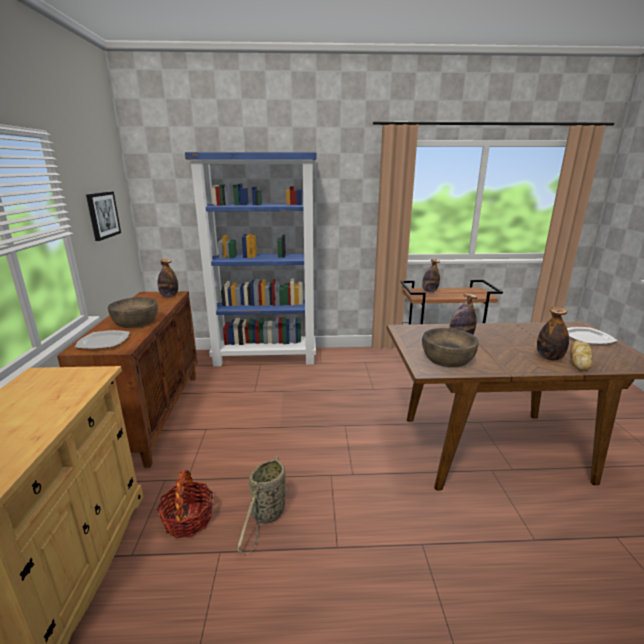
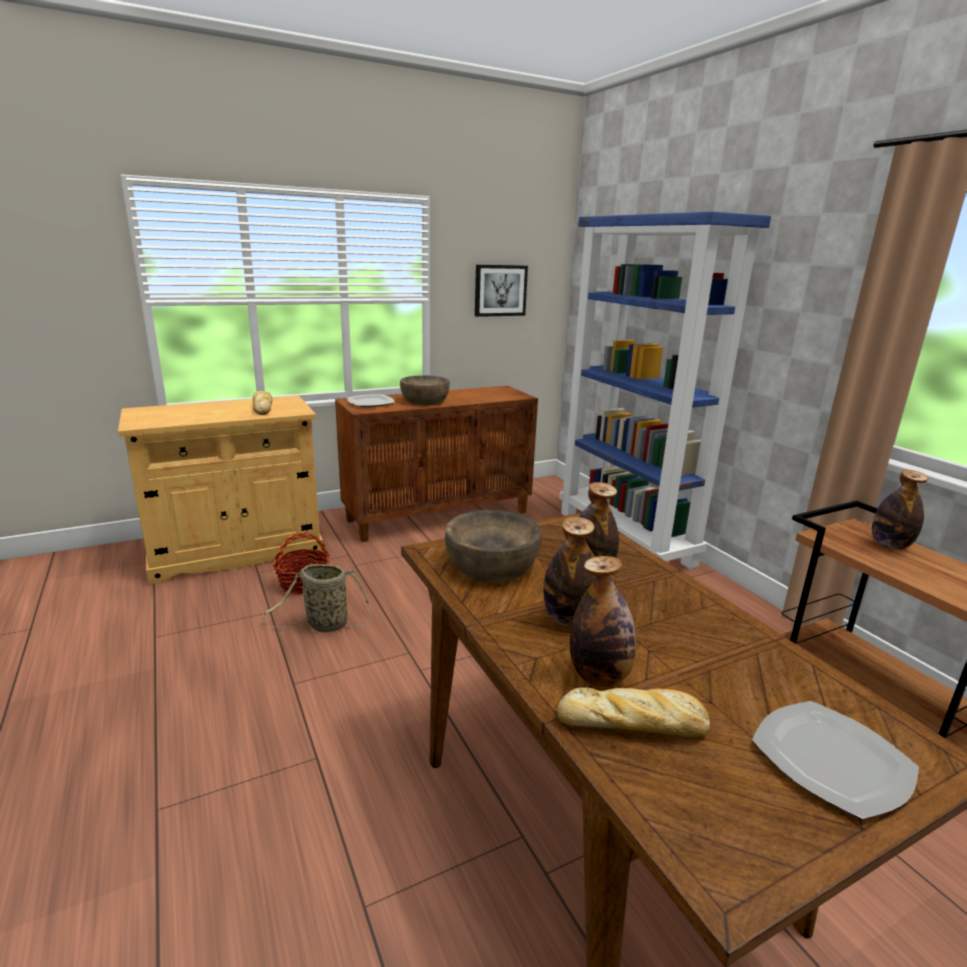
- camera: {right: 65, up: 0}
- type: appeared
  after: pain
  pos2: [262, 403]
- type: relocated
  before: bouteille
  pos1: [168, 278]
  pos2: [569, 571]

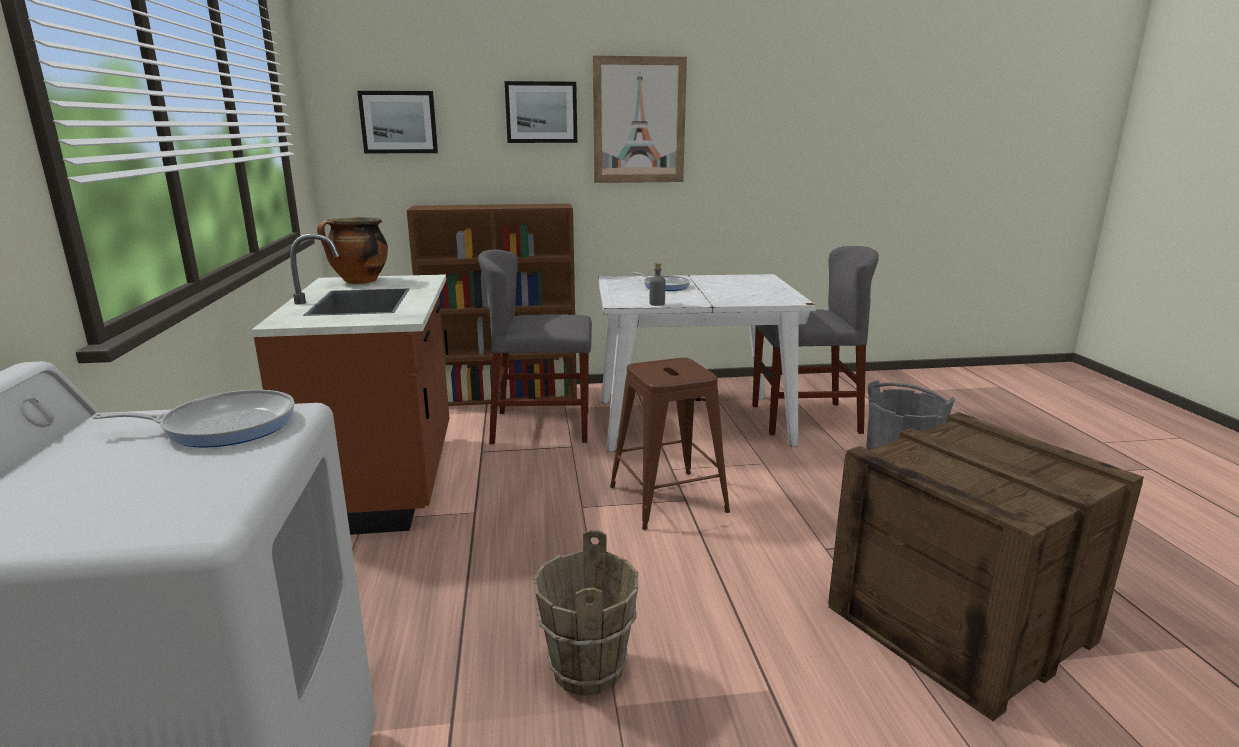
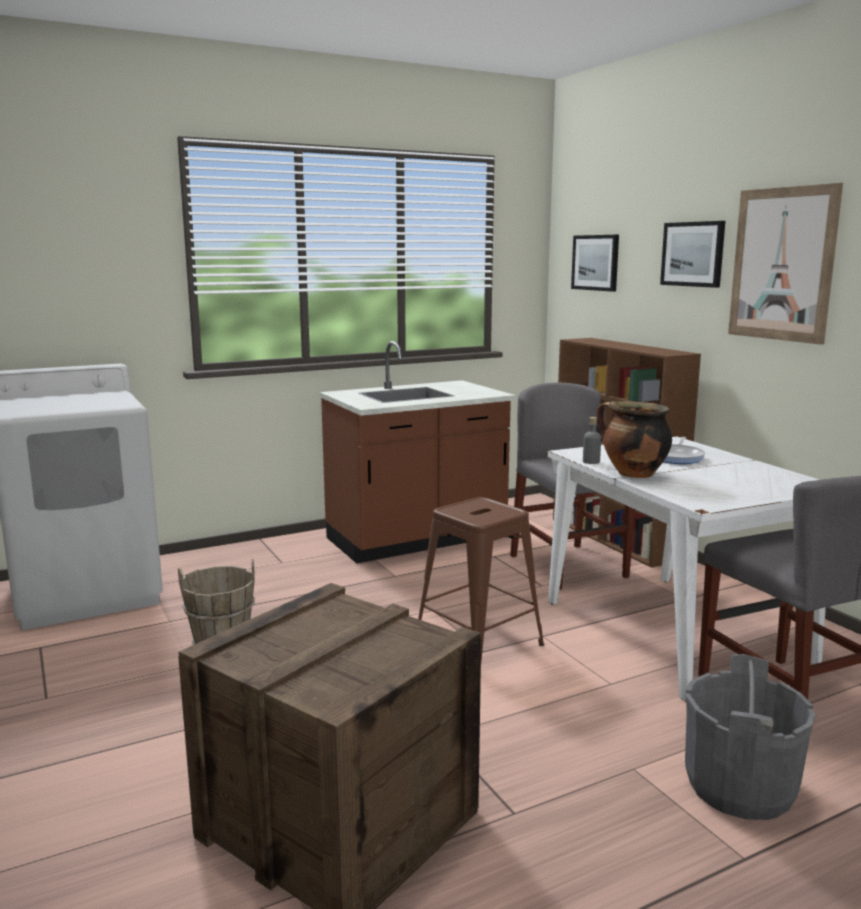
- camera: {right: 70, up: -5}
- type: relocated
  before: marmite
  pos1: [352, 250]
  pos2: [634, 439]
- type: missing
  before: poêle
  pos1: [193, 419]

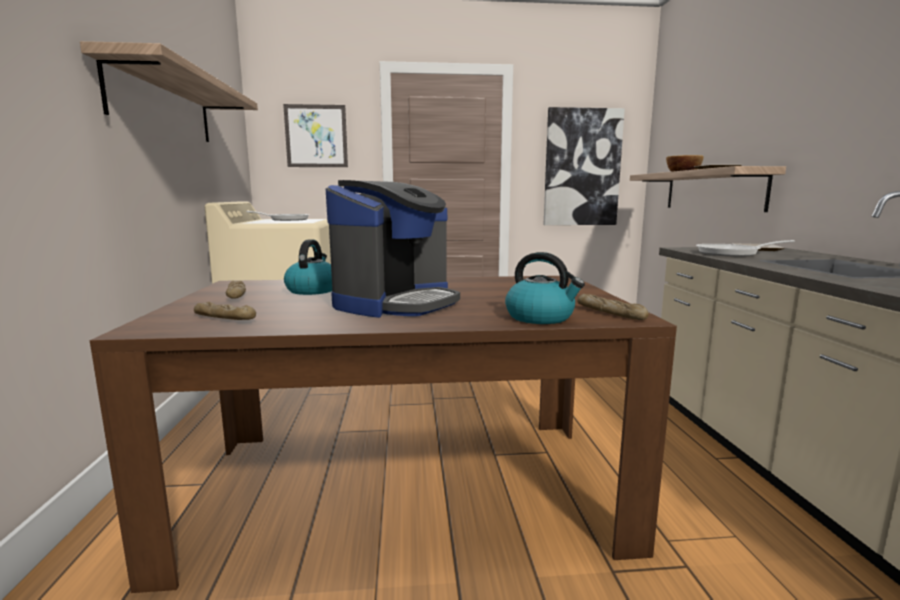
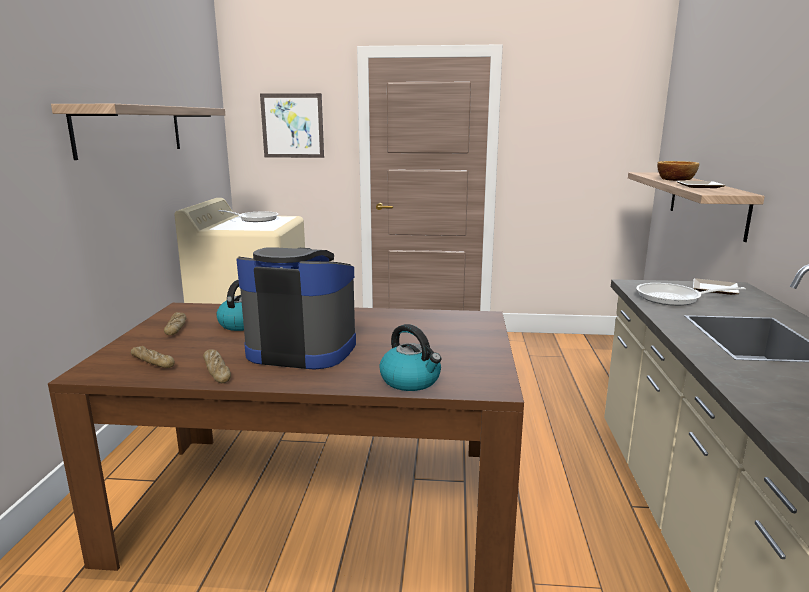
- camera: {right: 10, up: 5}
- type: relocated
  before: pain
  pos1: [613, 307]
  pos2: [217, 366]
- type: spun
  before: machine à café
  pos1: [393, 249]
  pos2: [296, 308]
  turn: -120
- type: missing
  before: tableau
  pos1: [584, 166]

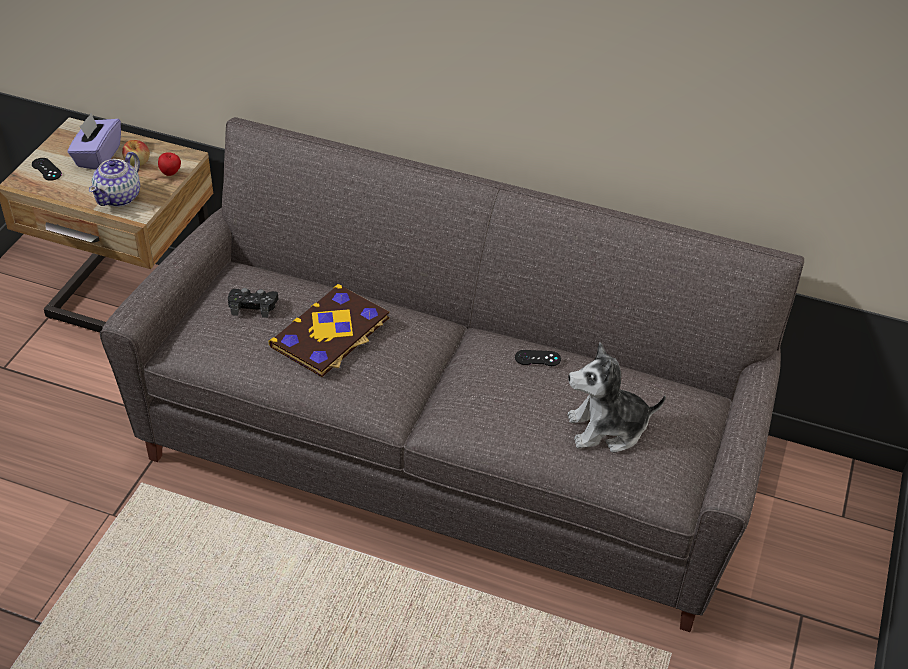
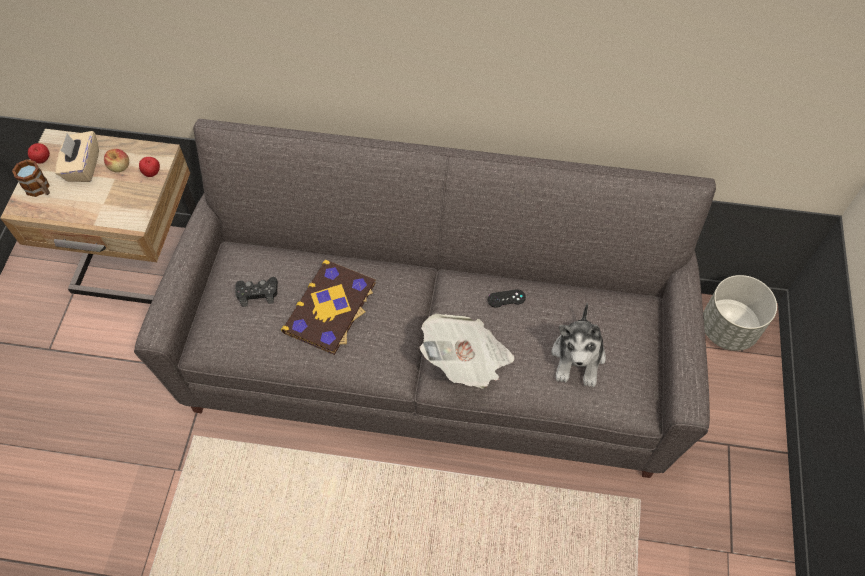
- camera: {right: -10, up: 15}
- type: exchanged
  before: manette/noir
  after: mug
  pos1: [47, 169]
  pos2: [31, 178]
- type: appeared
  after: pomme
  pos2: [39, 153]
- type: colour
  before: boîte à mouchoirs/violet
  after: boîte à mouchoirs/beige
  pos1: [94, 141]
  pos2: [77, 156]
- type: appeared
  after: journal
  pos2: [466, 351]
- type: spun
  before: peluche
  pos1: [616, 398]
  pos2: [579, 345]
  turn: -60
- type: appeared
  after: cache-pot/gris
  pos2: [740, 313]
- type: missing
  before: théière
  pos1: [114, 179]

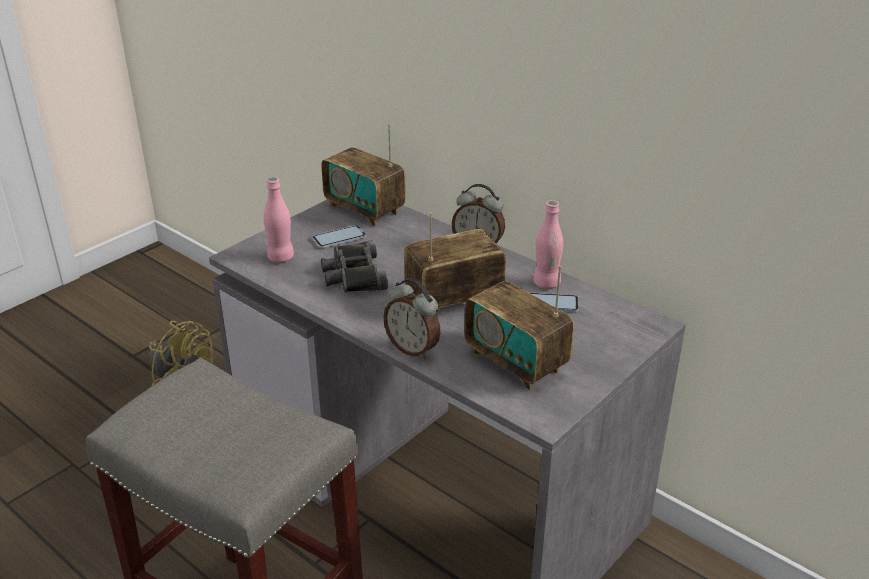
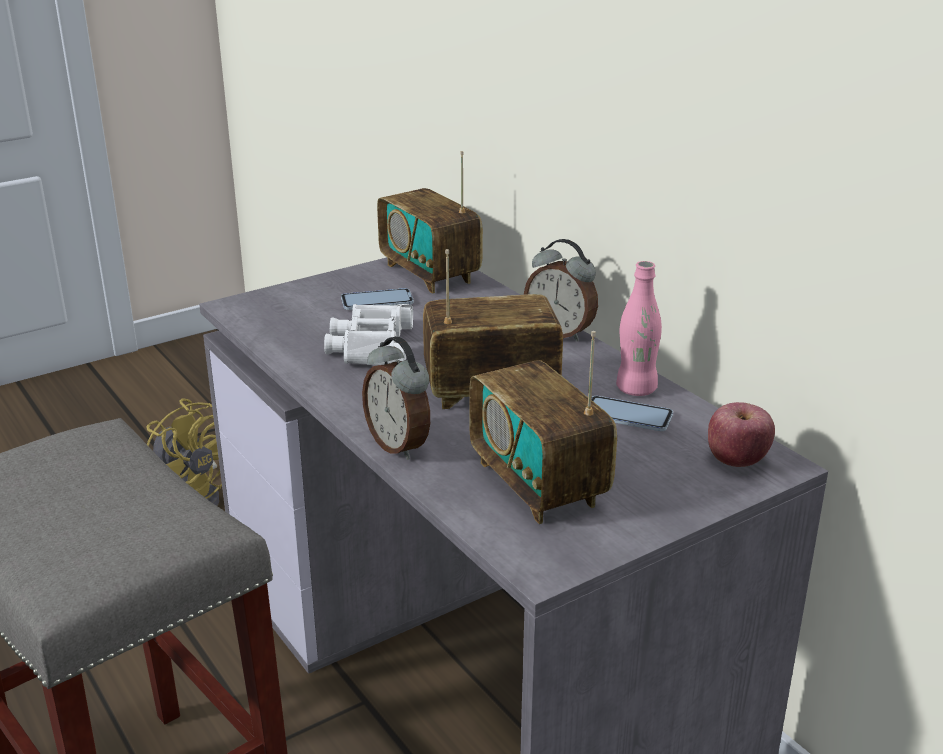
- camera: {right: 15, up: -5}
- type: colour
  before: jumelles/noir
  after: jumelles/blanc
  pos1: [354, 266]
  pos2: [368, 335]
- type: appeared
  after: pomme
  pos2: [741, 434]
- type: missing
  before: bouteille/rose
  pos1: [278, 220]

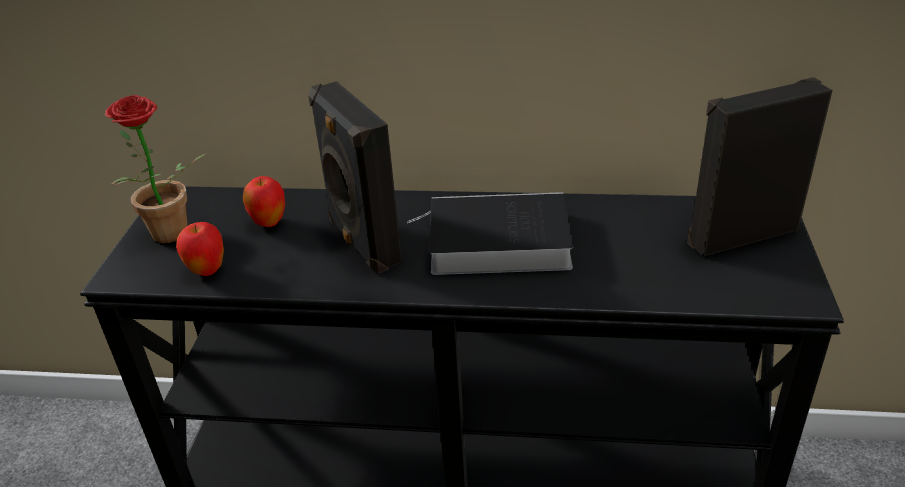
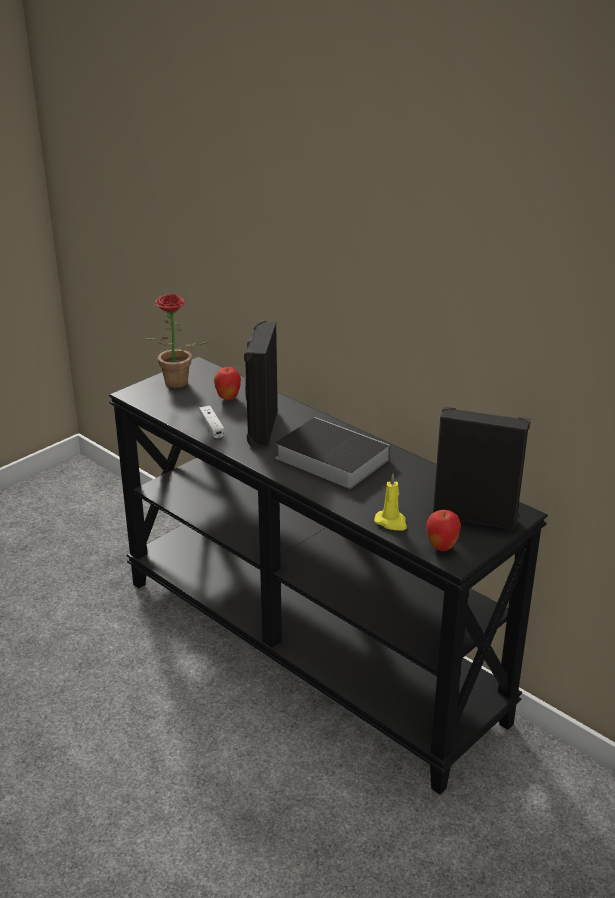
- camera: {right: 35, up: -5}
- type: appeared
  after: manette/blanc
  pos2: [212, 422]
- type: appeared
  after: bougie/jaune
  pos2: [390, 502]
- type: relocated
  before: pomme
  pos1: [200, 249]
  pos2: [443, 530]

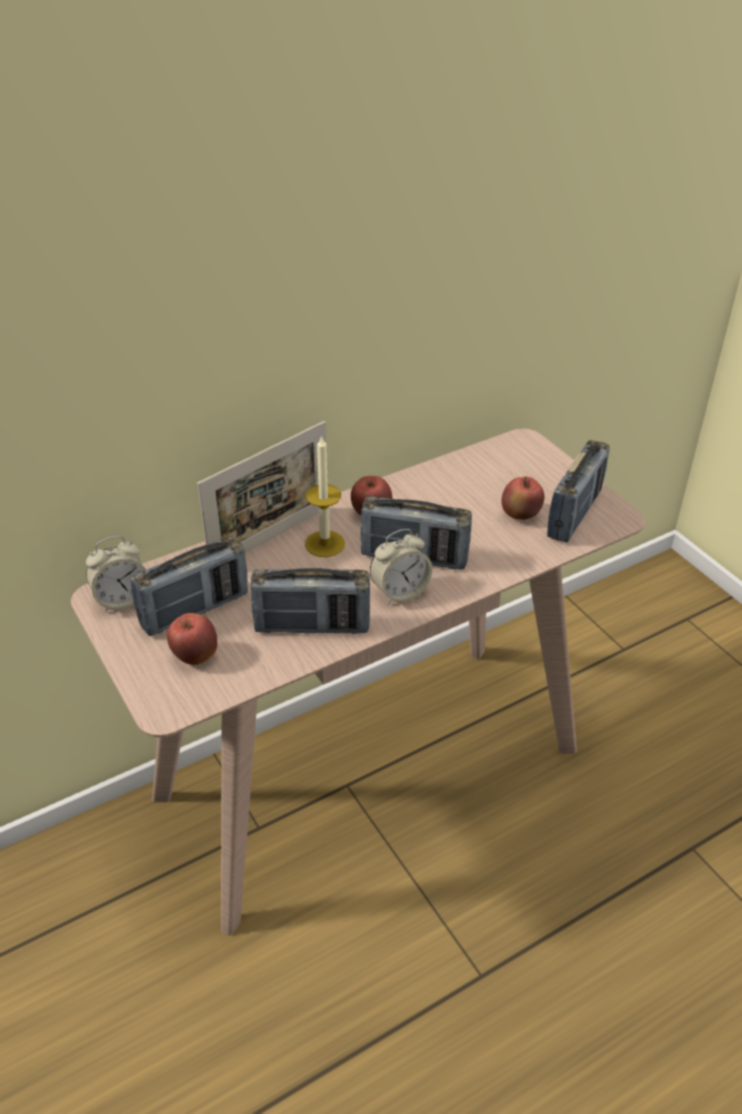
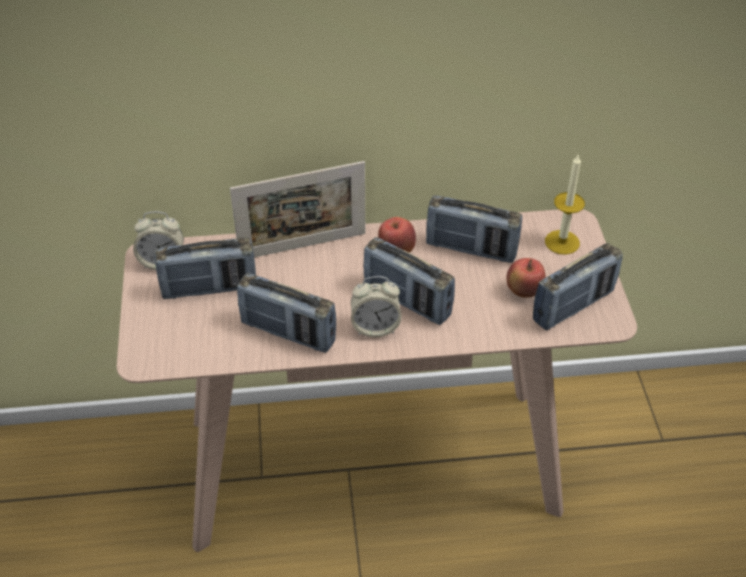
- camera: {right: 25, up: 5}
- type: appeared
  after: radio
  pos2: [474, 229]
- type: relocated
  before: bougie
  pos1: [325, 496]
  pos2: [565, 204]
- type: missing
  before: pomme
  pos1: [192, 639]

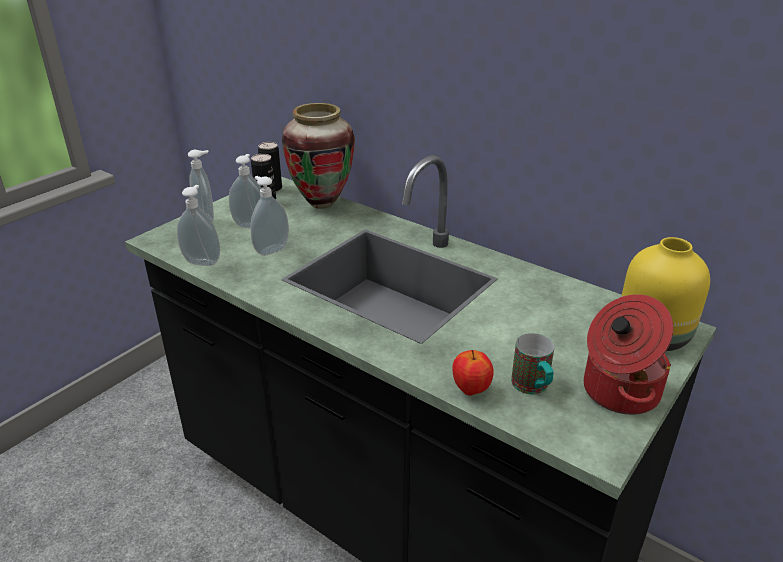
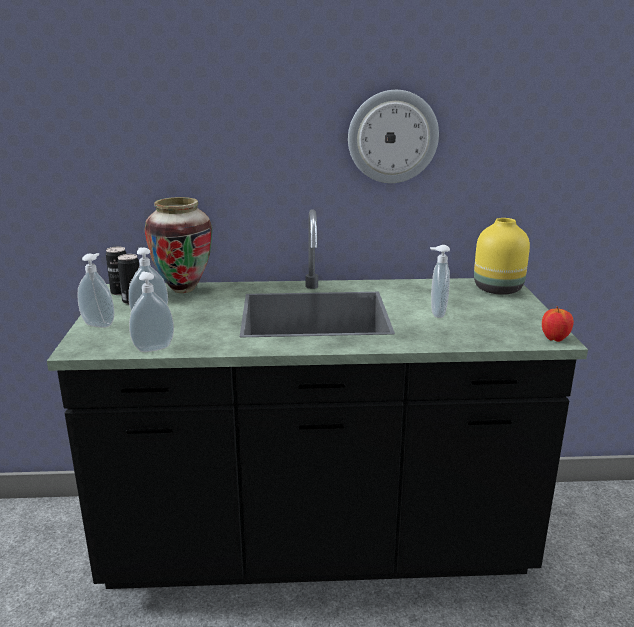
- camera: {right: -40, up: -10}
- type: appeared
  after: horloge murale
  pos2: [393, 136]
- type: relocated
  before: distributeur de savon
  pos1: [270, 216]
  pos2: [440, 281]
- type: relocated
  before: pomme
  pos1: [473, 373]
  pos2: [558, 324]
- type: missing
  before: mug
  pos1: [532, 363]
- type: missing
  before: marmite
  pos1: [628, 354]

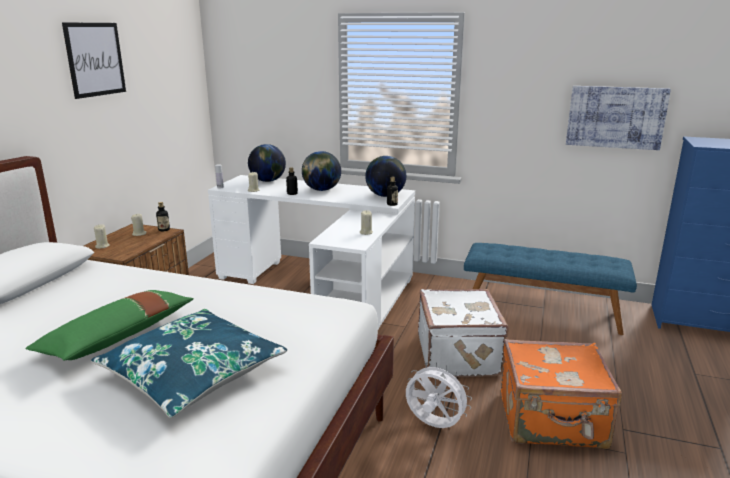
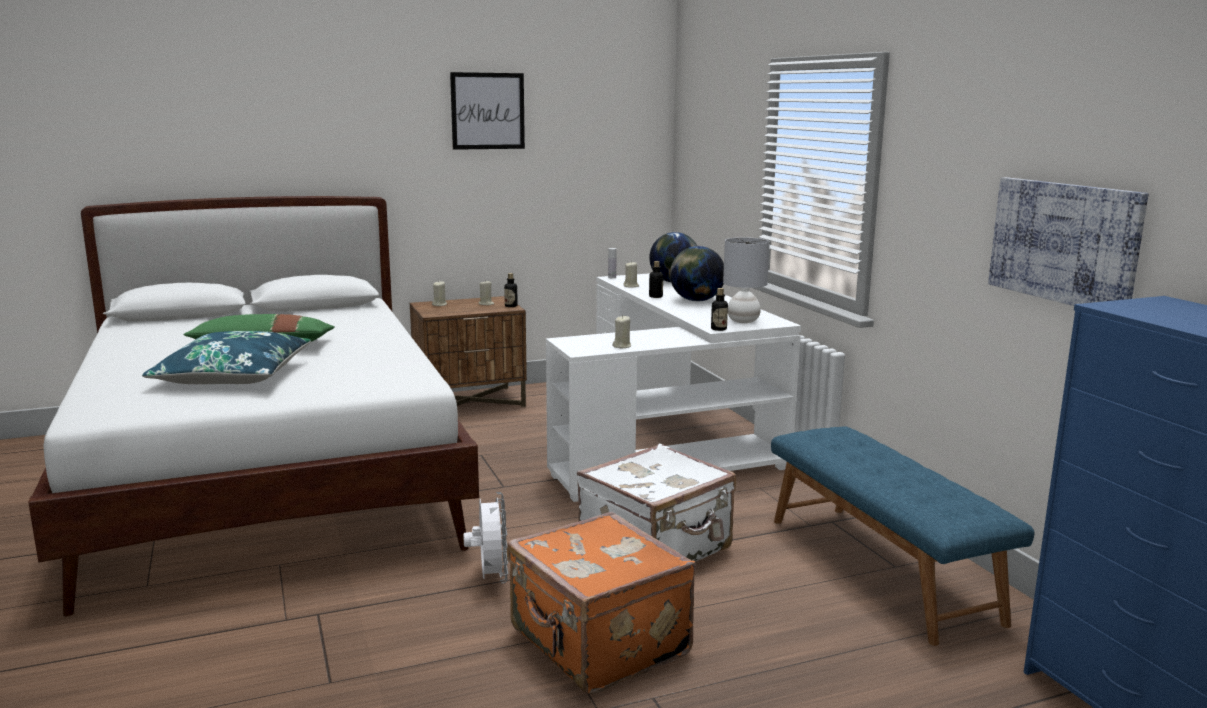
- camera: {right: 50, up: -5}
- type: exchanged
  before: globe
  after: lampe de table/gris
  pos1: [385, 176]
  pos2: [746, 280]

